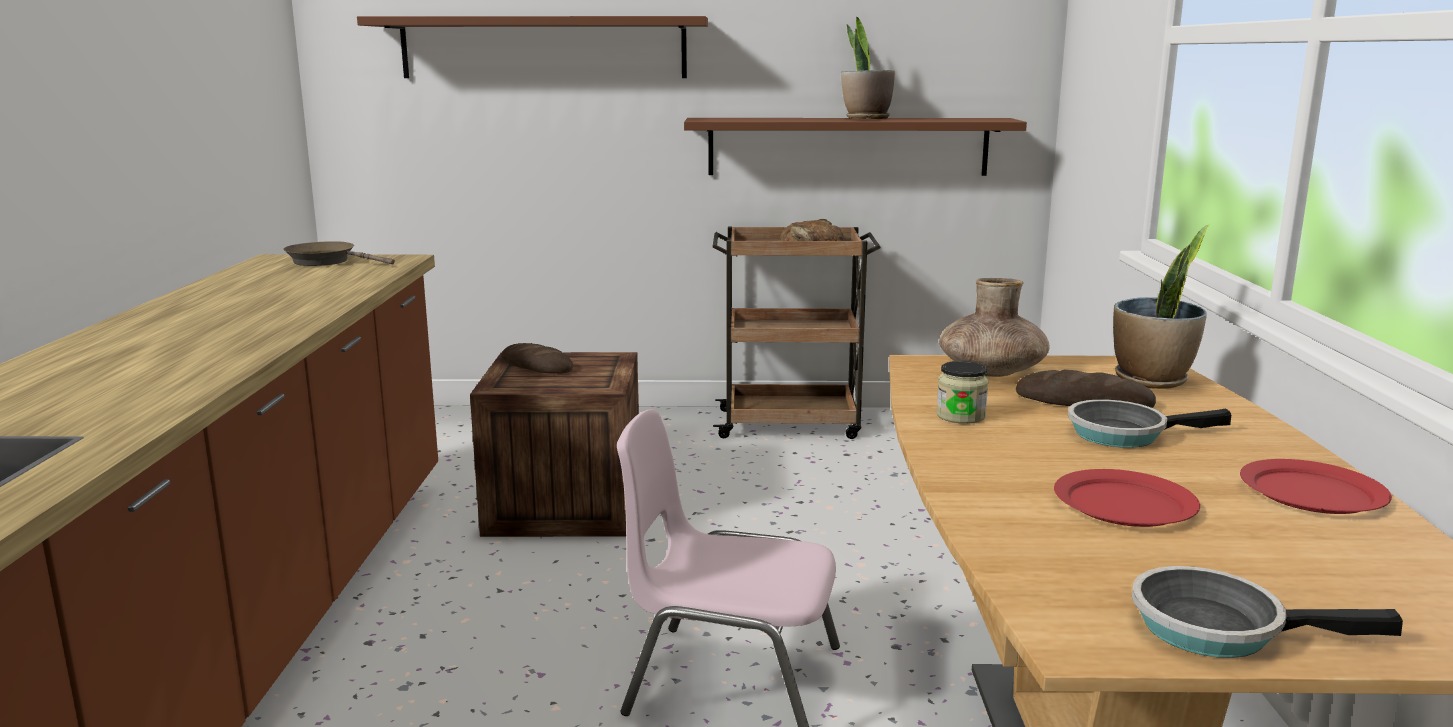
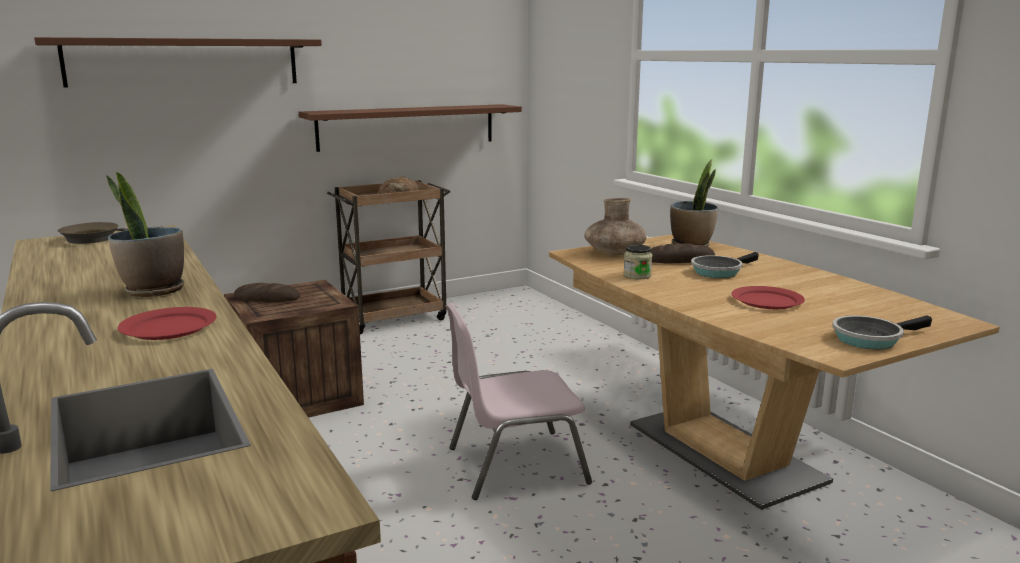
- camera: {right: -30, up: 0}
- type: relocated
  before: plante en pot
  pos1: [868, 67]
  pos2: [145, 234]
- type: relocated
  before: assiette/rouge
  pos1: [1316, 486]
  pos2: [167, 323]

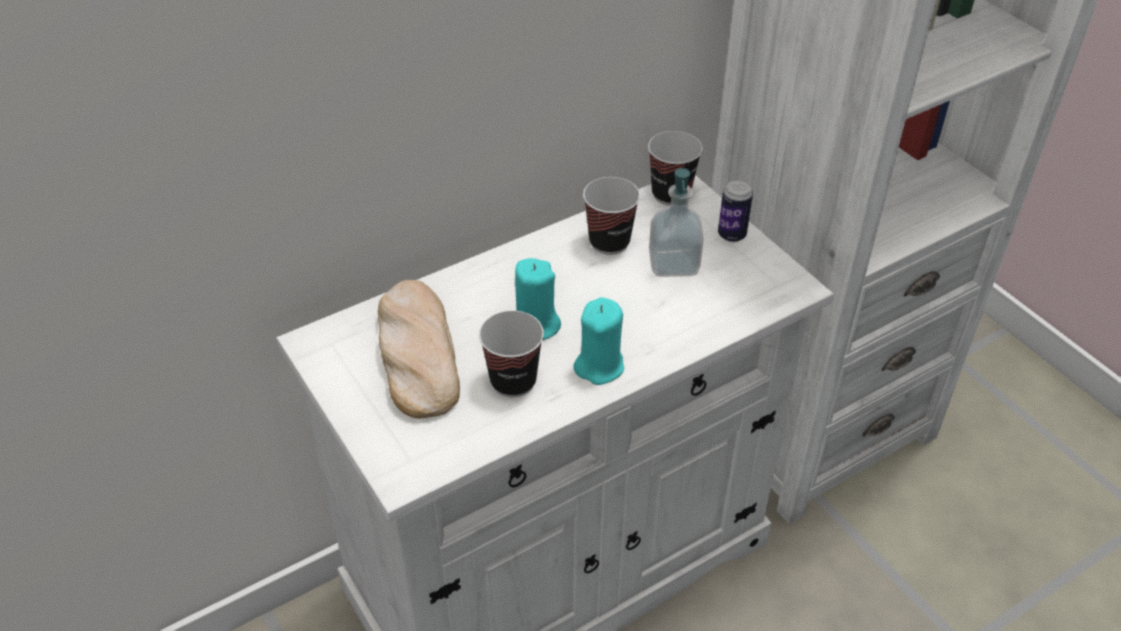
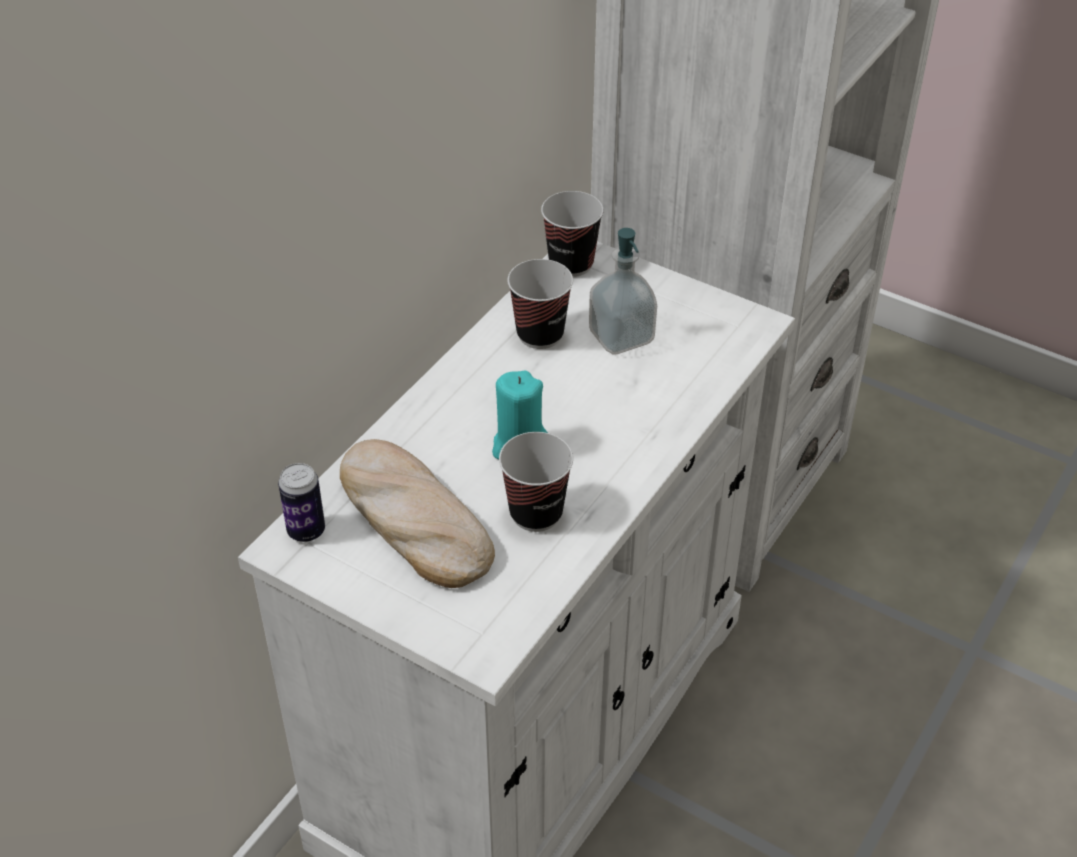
- camera: {right: -25, up: 0}
- type: relocated
  before: boîte métallique
  pos1: [735, 210]
  pos2: [301, 502]
- type: missing
  before: bougie/turquoise
  pos1: [598, 341]

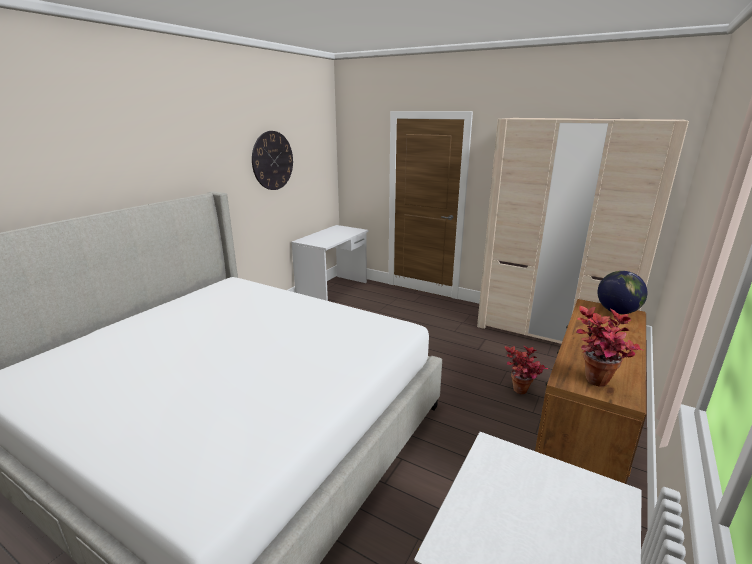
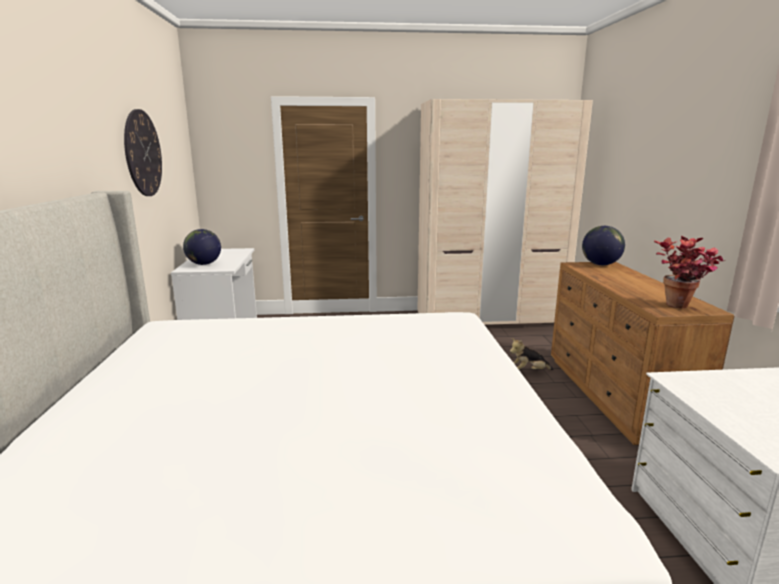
- camera: {right: -35, up: -5}
- type: appeared
  after: globe
  pos2: [202, 247]
- type: exchanged
  before: plante en pot
  after: peluche
  pos1: [526, 369]
  pos2: [532, 354]

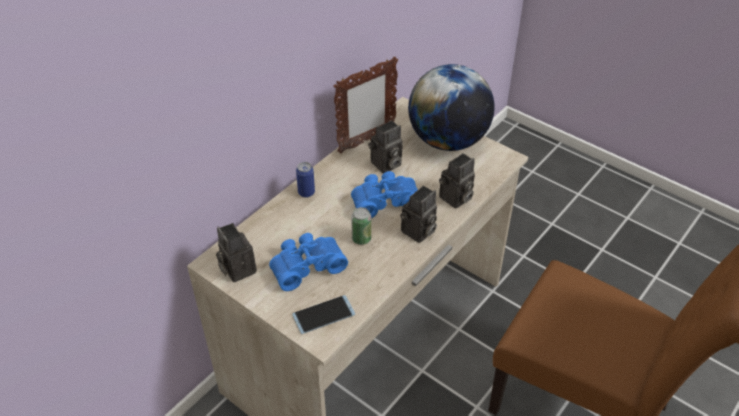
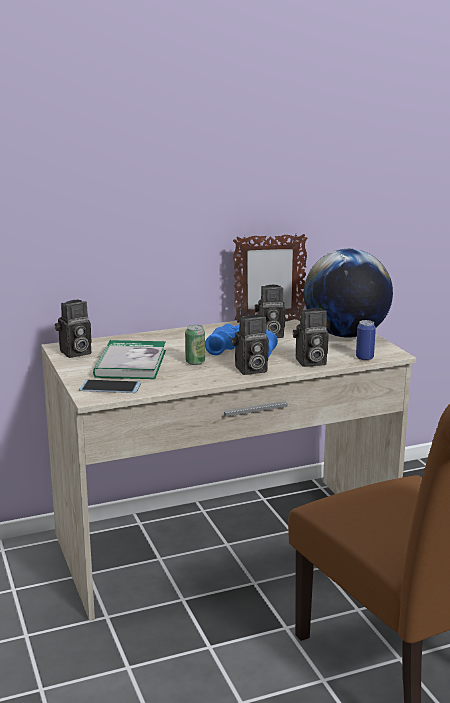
- camera: {right: 30, up: -25}
- type: spun
  before: appareil photo
  pos1: [236, 252]
  pos2: [73, 329]
  turn: -120
- type: exchanged
  before: jumelles/bleu
  after: livre
  pos1: [308, 262]
  pos2: [129, 359]
- type: relocated
  before: boîte métallique
  pos1: [305, 180]
  pos2: [366, 340]

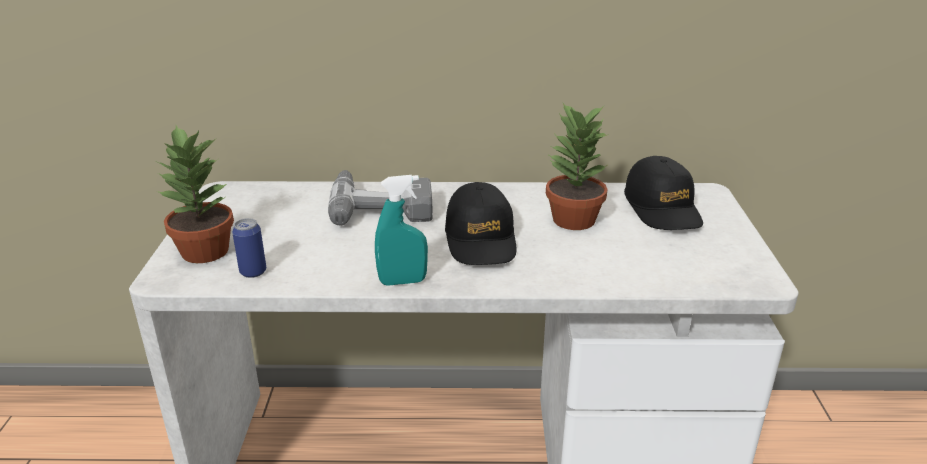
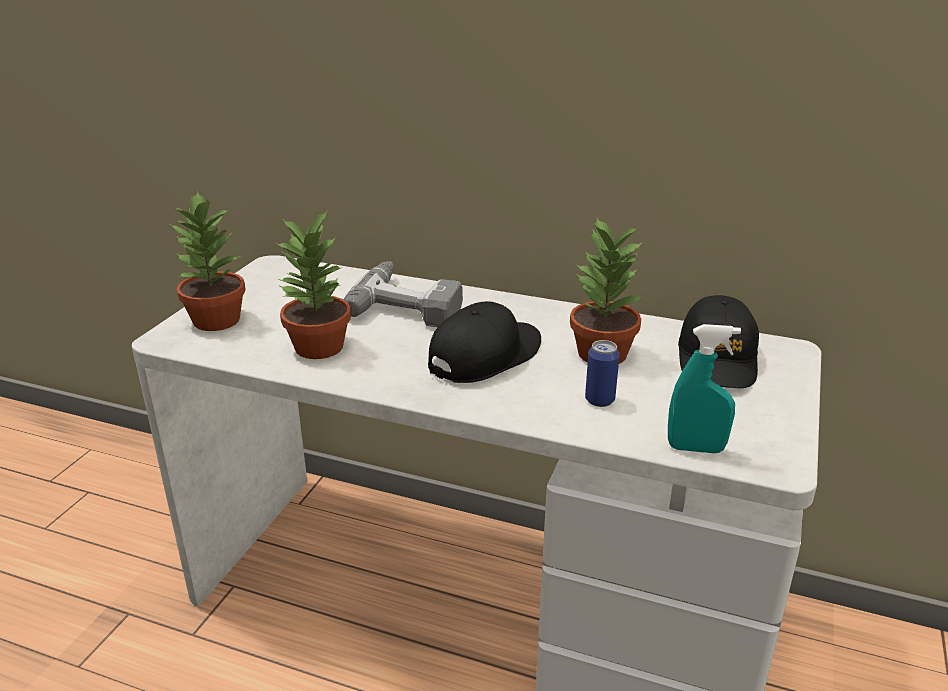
- camera: {right: 20, up: 0}
- type: appeared
  after: plante en pot
  pos2: [313, 284]
- type: spun
  before: casquette/noir
  pos1: [481, 223]
  pos2: [484, 342]
  turn: -150
- type: relocated
  before: boîte métallique
  pos1: [249, 248]
  pos2: [602, 373]
- type: relocated
  before: vaporisateur/turquoise
  pos1: [401, 230]
  pos2: [704, 388]

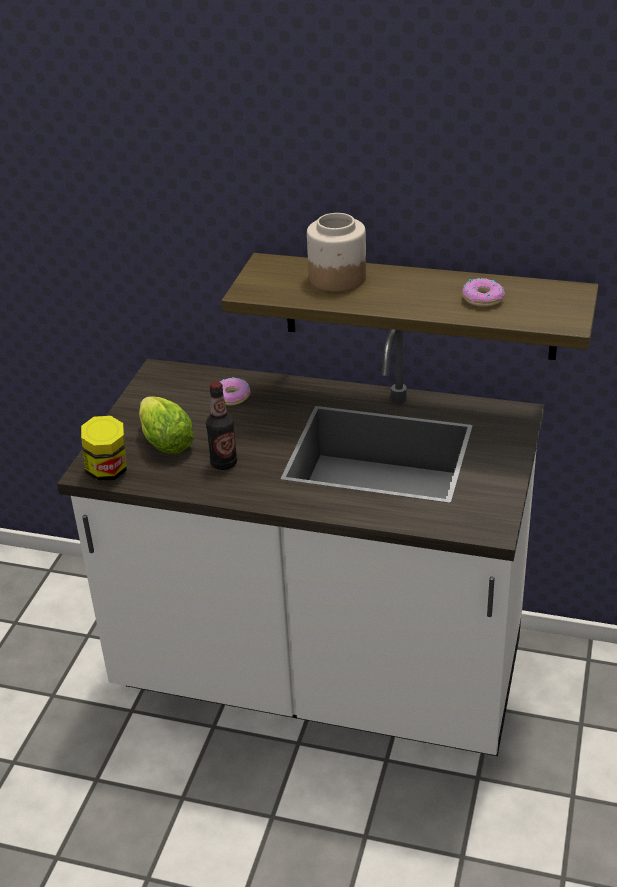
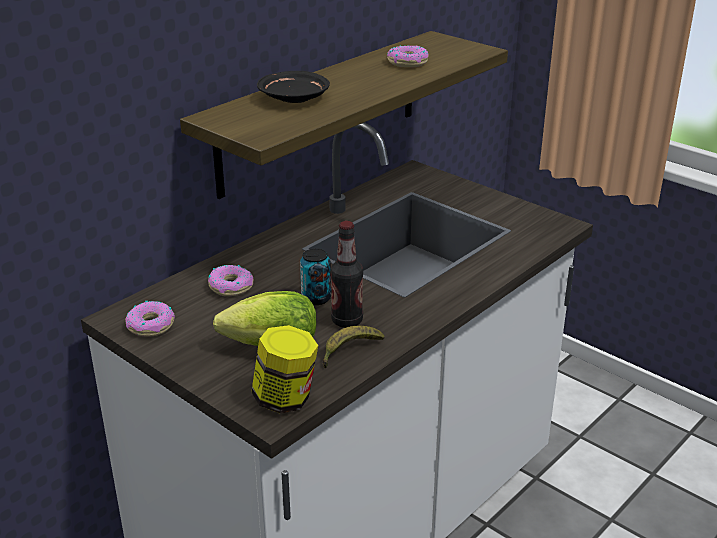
- camera: {right: -65, up: -5}
- type: appeared
  after: beignet
  pos2: [150, 318]
- type: exchanged
  before: bocal
  after: assiette/noir
  pos1: [336, 252]
  pos2: [293, 87]
- type: appeared
  after: boîte métallique
  pos2: [315, 276]
- type: appeared
  after: banane
  pos2: [354, 347]

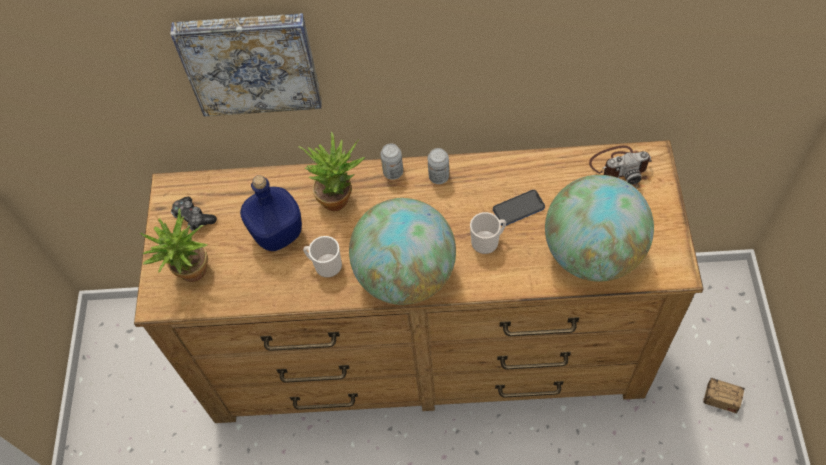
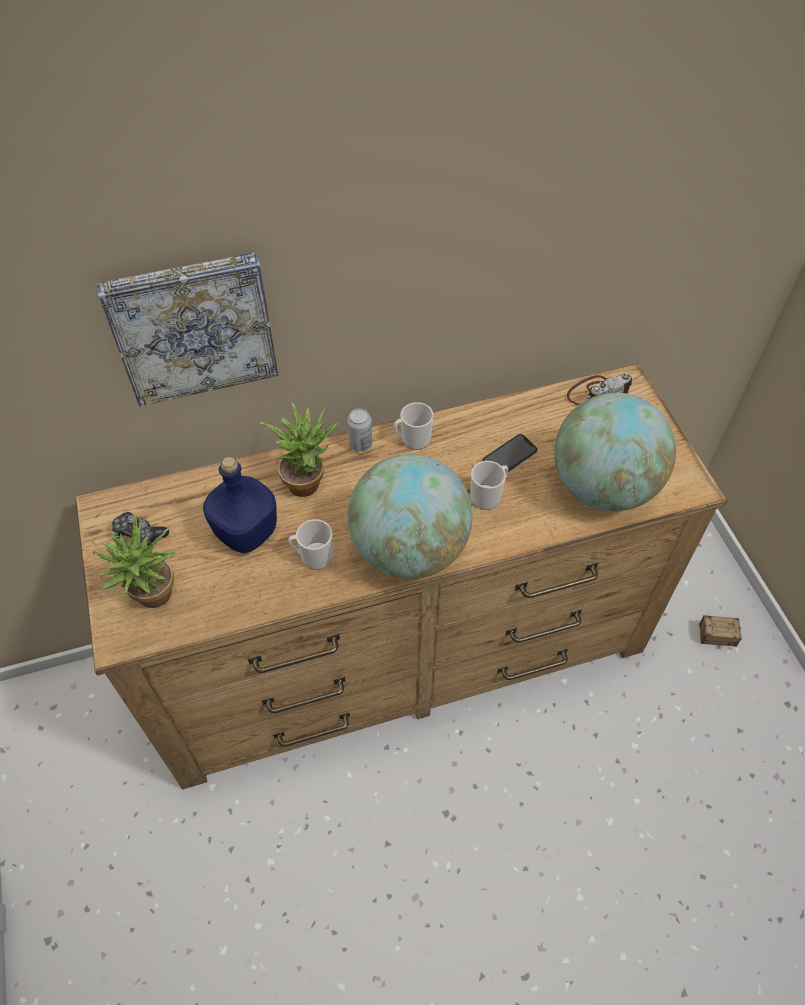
- camera: {right: -20, up: -5}
- type: exchanged
  before: boîte métallique
  after: mug
  pos1: [438, 166]
  pos2: [414, 426]

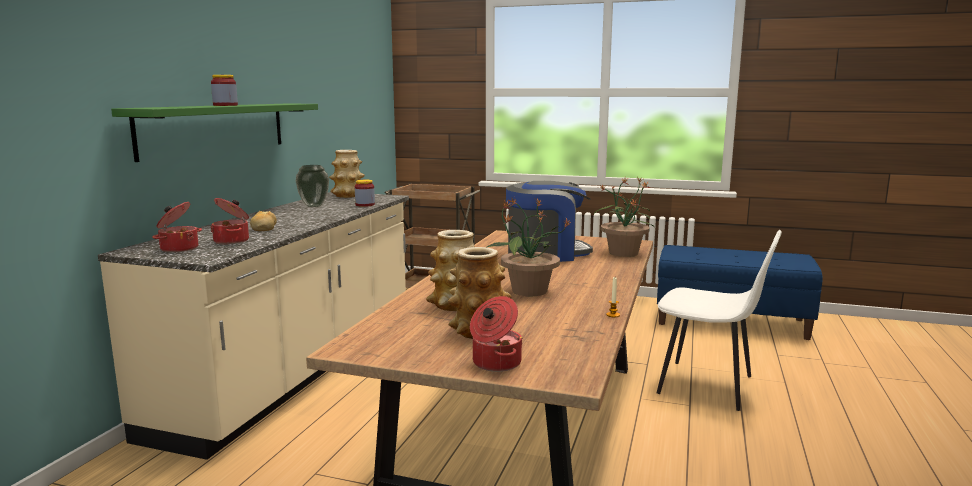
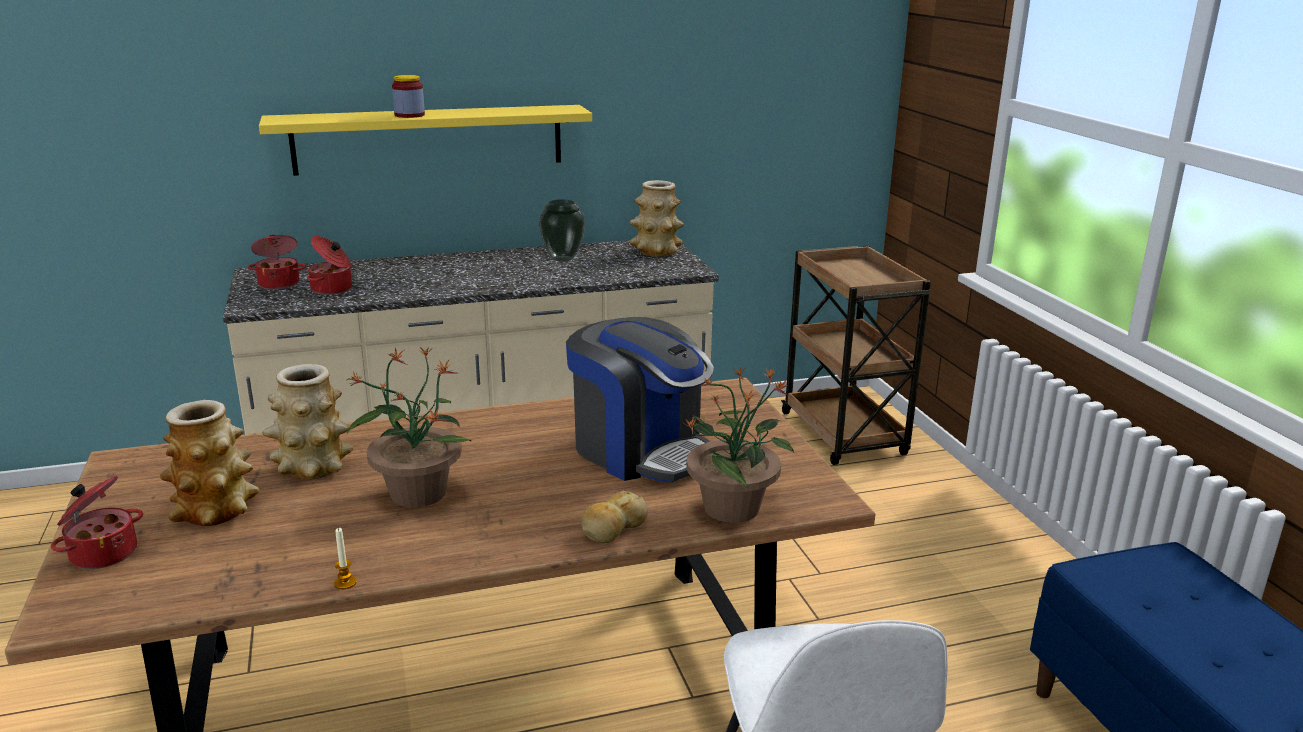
- camera: {right: 55, up: 10}
- type: colour
  before: étagère/vert
  after: étagère/jaune
  pos1: [214, 133]
  pos2: [425, 140]
- type: relocated
  before: pain
  pos1: [263, 221]
  pos2: [614, 516]
- type: missing
  before: bocal
  pos1: [365, 193]

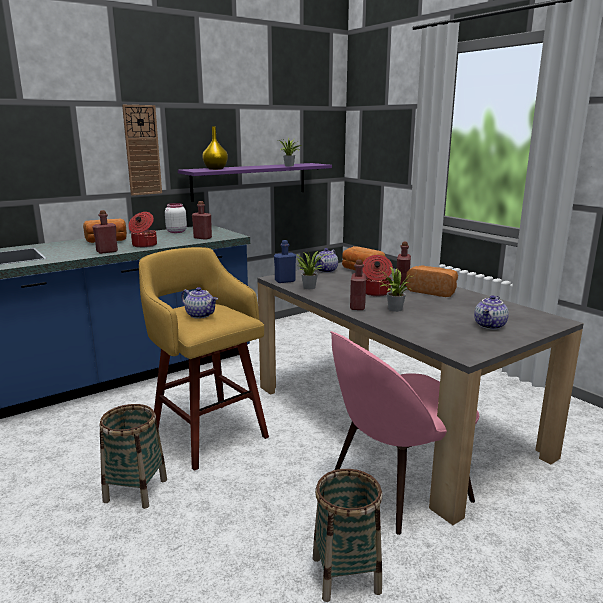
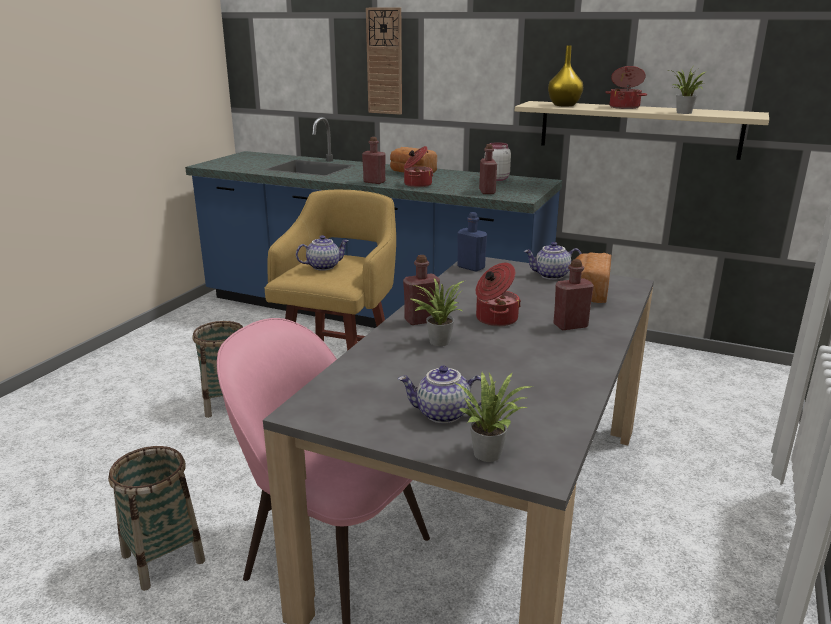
- camera: {right: 60, up: 5}
- type: spun
  before: théière
  pos1: [199, 303]
  pos2: [322, 253]
  turn: -120
- type: relocated
  before: horloge murale
  pos1: [142, 150]
  pos2: [384, 61]
- type: relocated
  before: plante en pot
  pos1: [310, 270]
  pos2: [494, 417]
- type: colour
  before: étagère/violet
  after: étagère/beige
  pos1: [255, 182]
  pos2: [642, 130]
- type: appeared
  after: marmite
  pos2: [626, 87]
- type: missing
  before: pain
  pos1: [432, 281]

